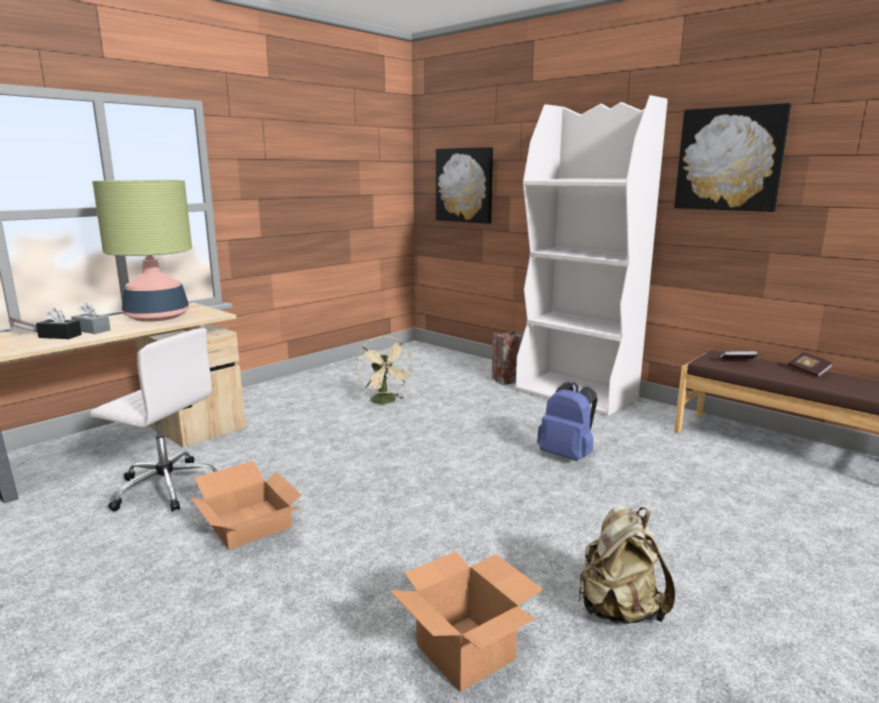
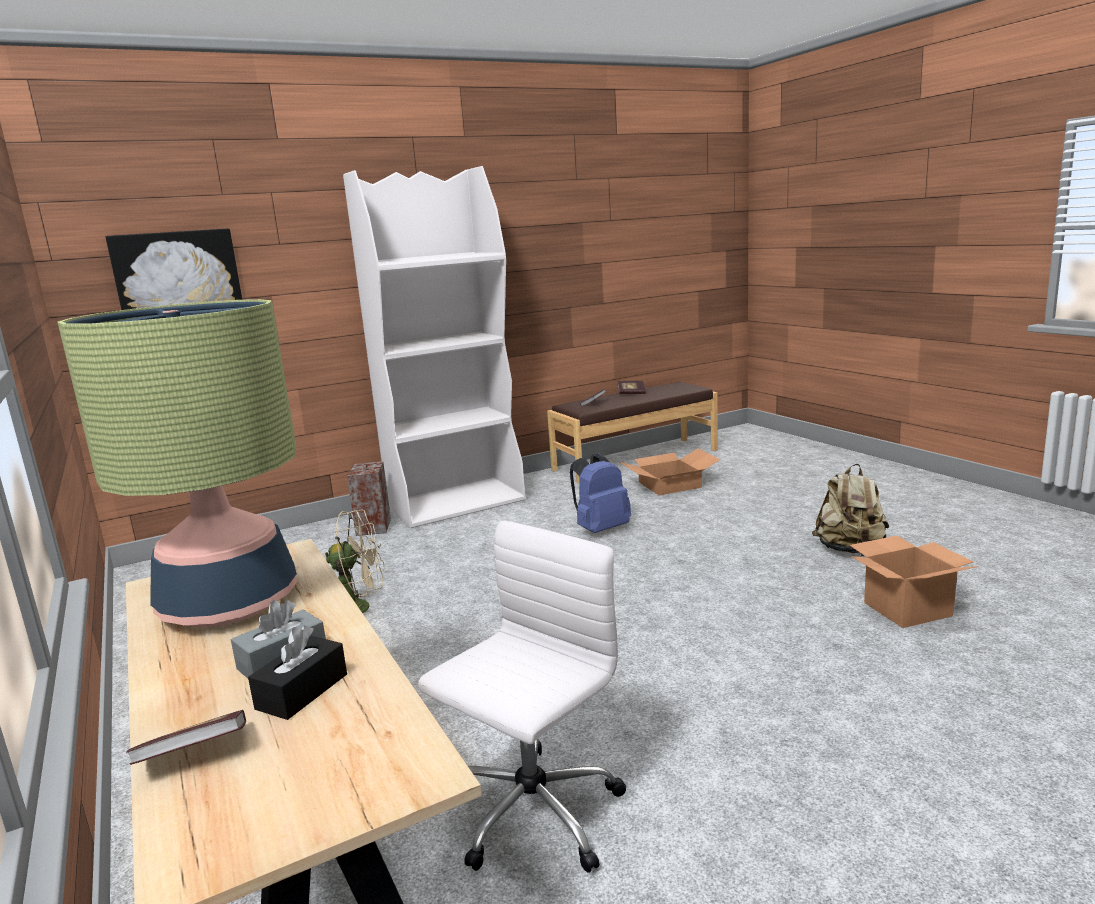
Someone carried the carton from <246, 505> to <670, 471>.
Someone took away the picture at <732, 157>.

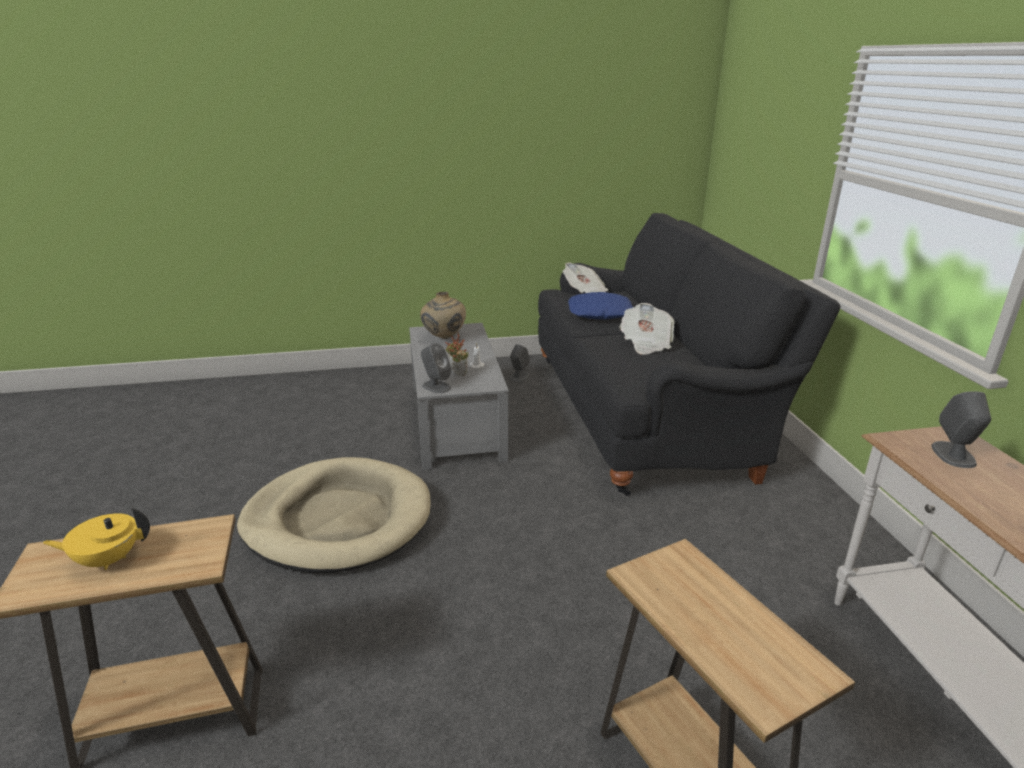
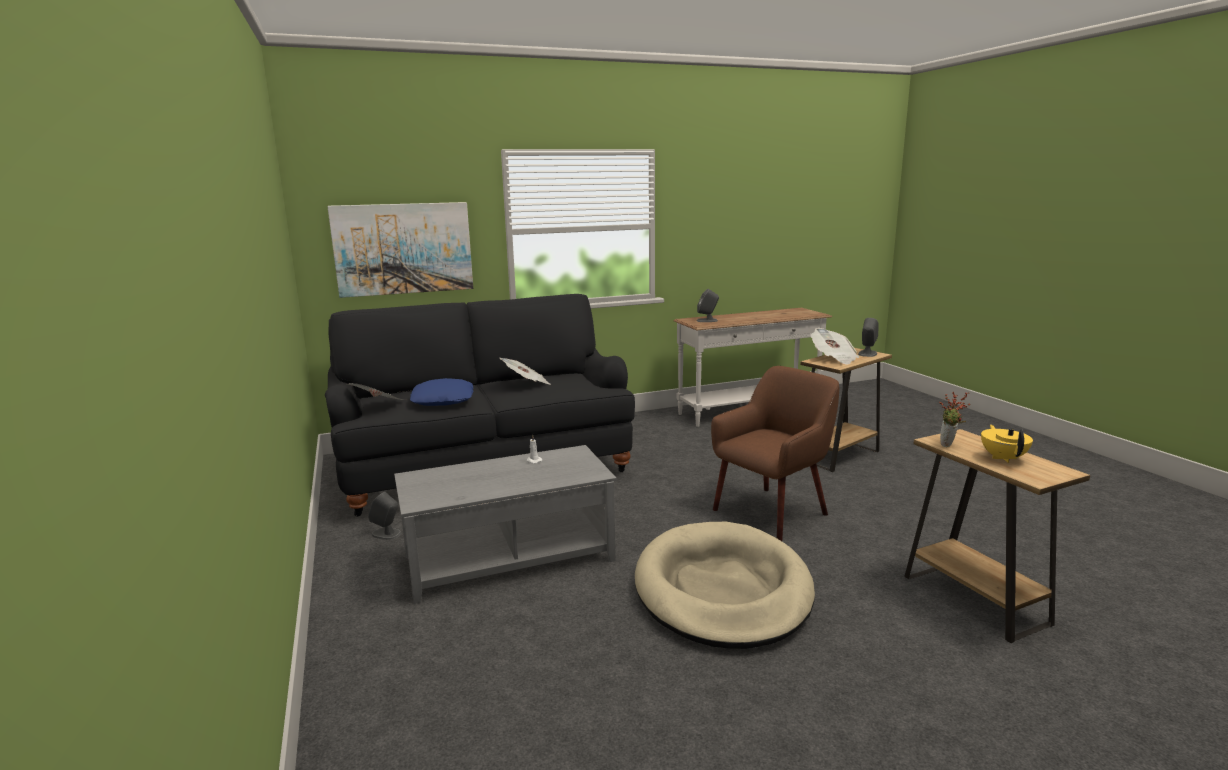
Someone rotated the pot for tea (yellow-coloured) at <96, 539> by 150 degrees counterclockwise.
Someone took away the vase (sand-coloured) at <443, 315>.
Someone carried the audio speaker (gray) from <436, 368> to <868, 337>.
Someone carried the houseplant from <457, 355> to <954, 419>.
Someone put up the picture at <400, 250>.
Someone put down the armchair (brown) at <775, 453>.
Someone put down the newspaper at <834, 346>.

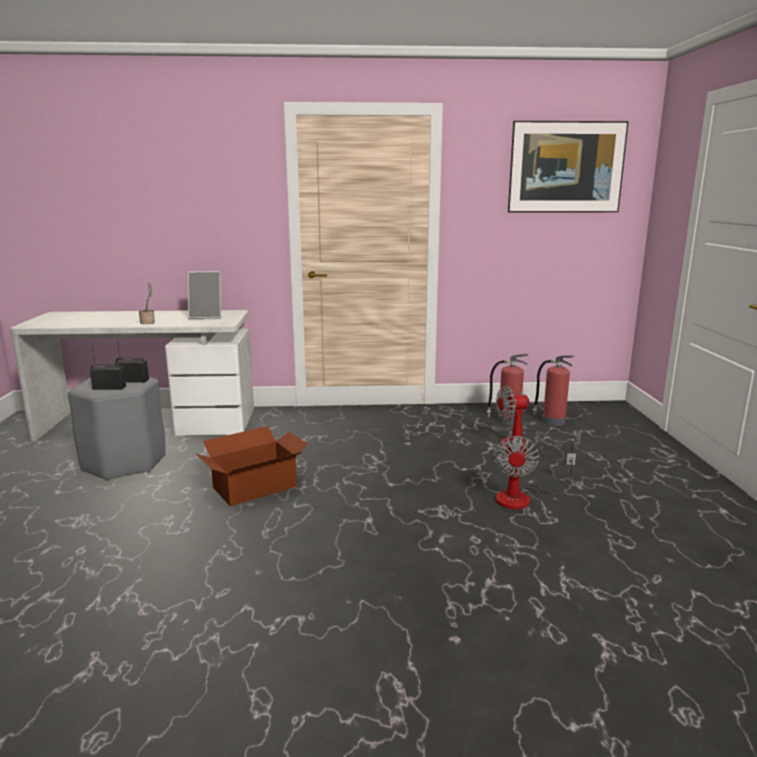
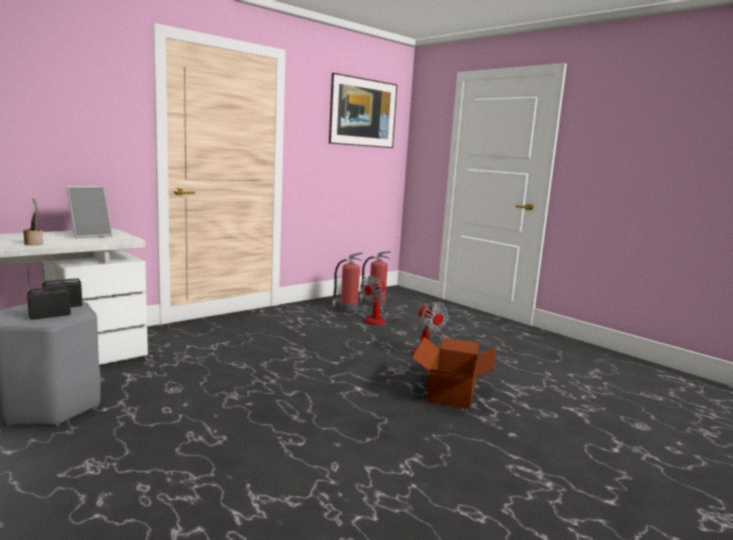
Someone carried the carton from <252, 466> to <454, 373>.

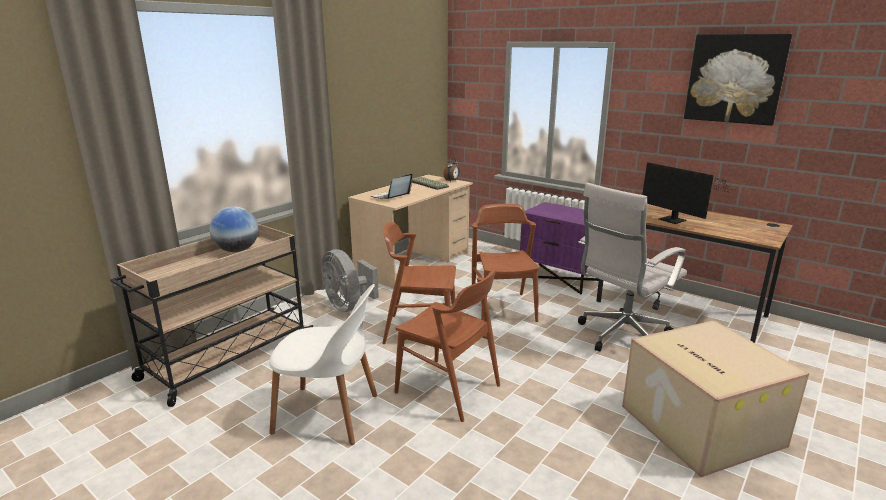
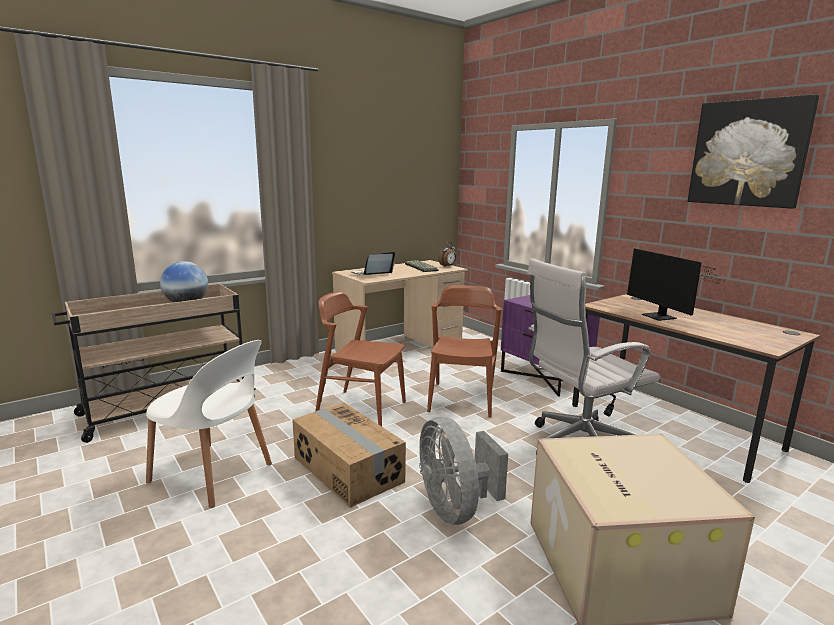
Someone carried the cooling fan (gray) from <350, 280> to <463, 471>.
Someone swapped the plain chair (brown) at <447, 346> for the carton at <349, 455>.

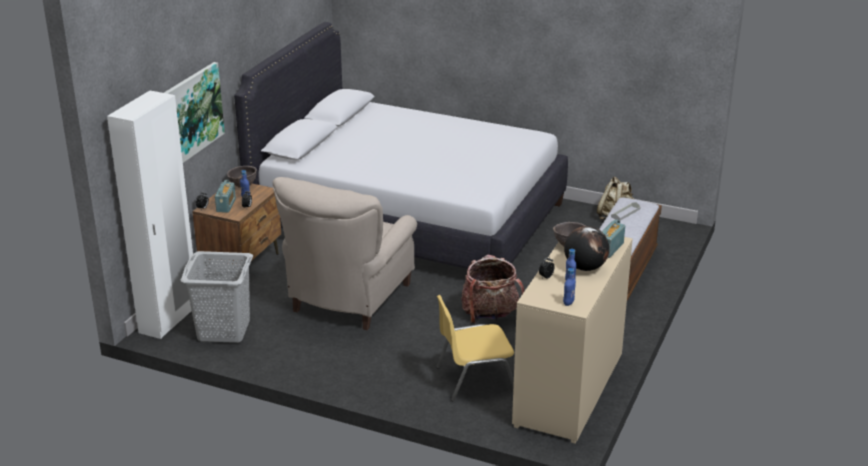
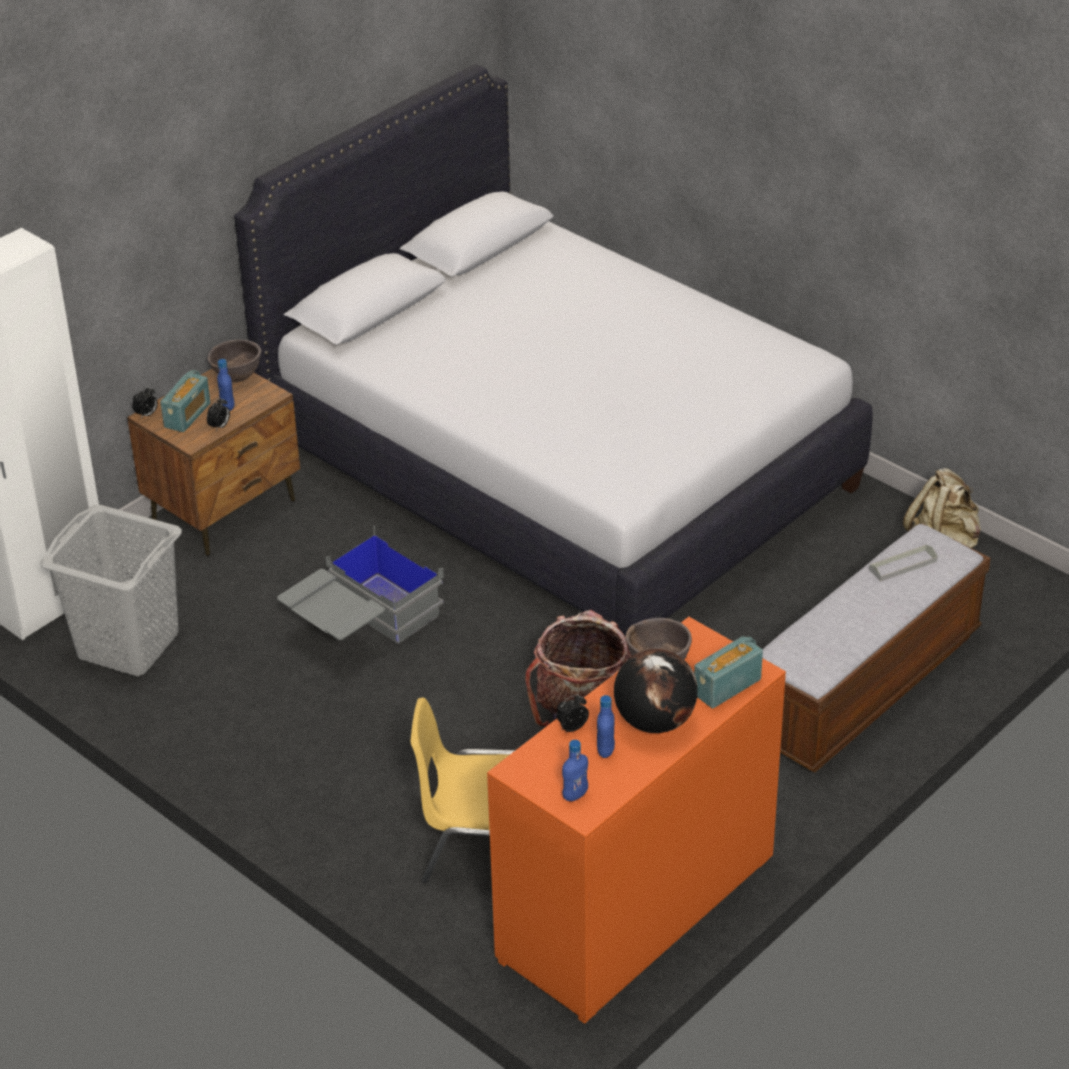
Someone took away the picture at <194, 112>.
Someone swapped the armchair (sand-coloured) at <344, 253> for the storage container (gray) at <360, 585>.
Someone repainted the dresser (sand-coloured) at <572, 340>, which became the dresser (orange-coloured) at <636, 820>.

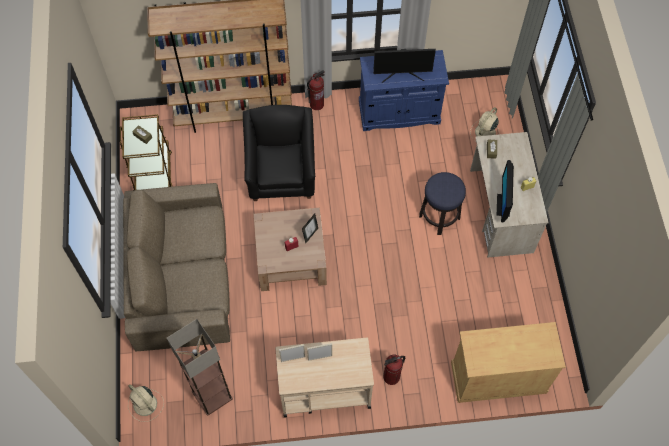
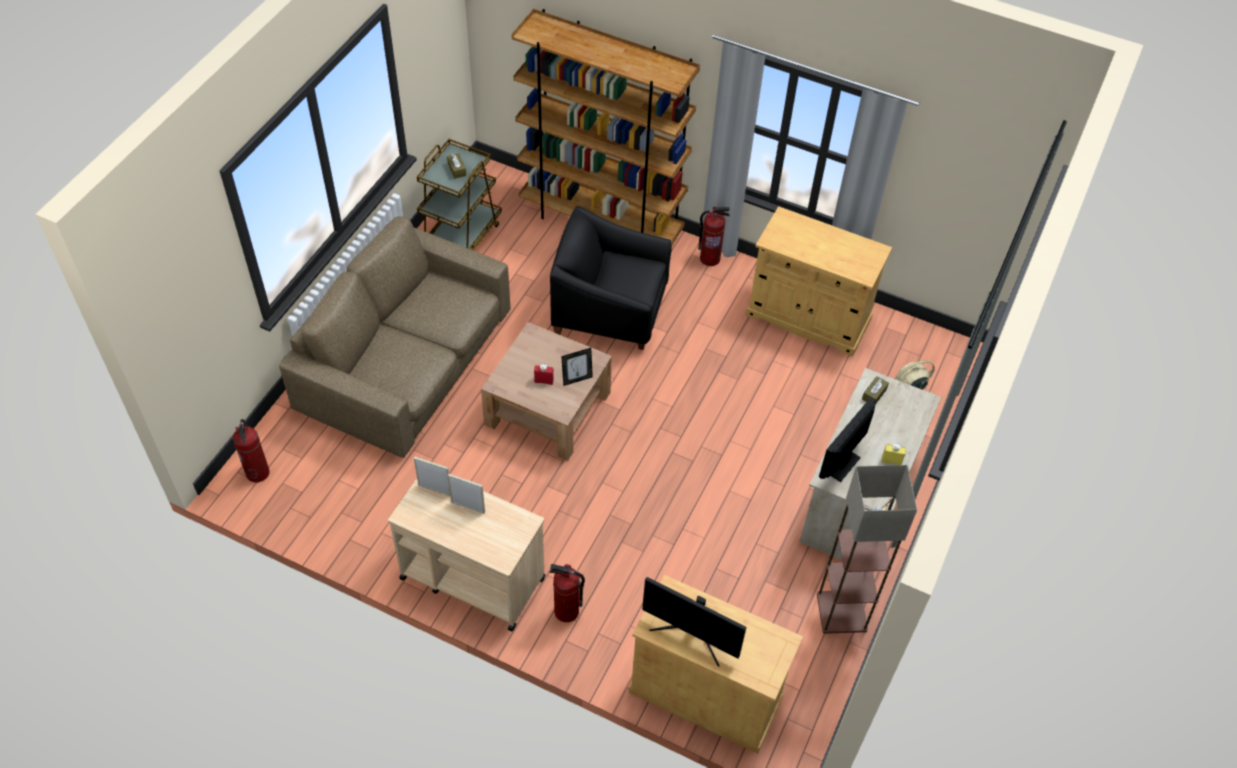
Someone swapped the cooling fan (sand-coloured) at <146, 403> for the extinguisher at <251, 451>.
Someone carried the floor lamp from <200, 367> to <867, 549>.
Someone rotated the armchair (blackish) at <279, 153> by 105 degrees counterclockwise.
Someone repainted the storage cabinet (bluish) at <404, 90>, which became the storage cabinet (sand-coloured) at <819, 281>.
Someone carried the monitor from <404, 66> to <694, 621>.
Someone took away the stool at <442, 203>.

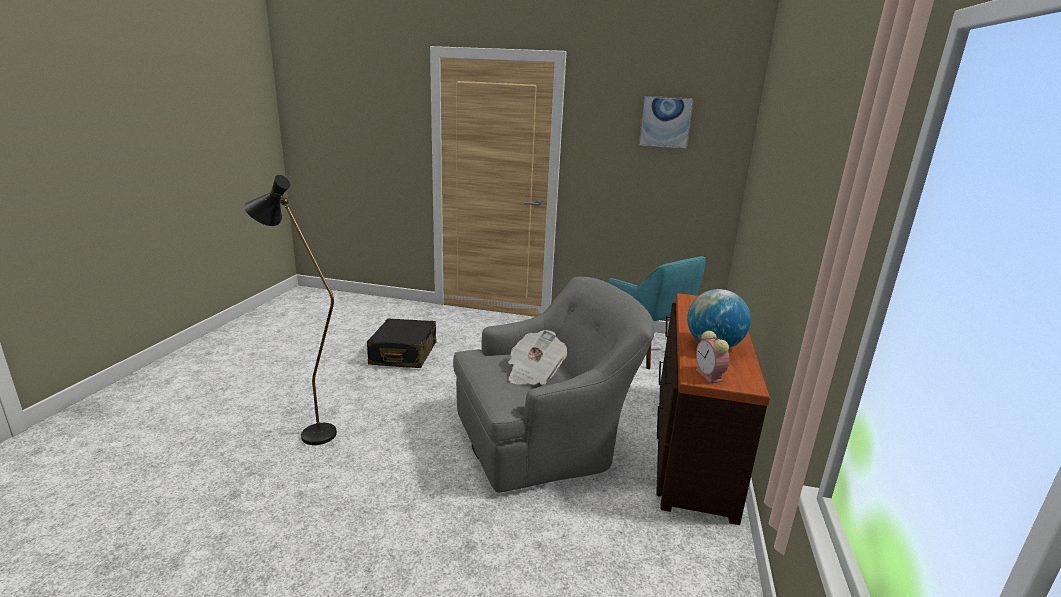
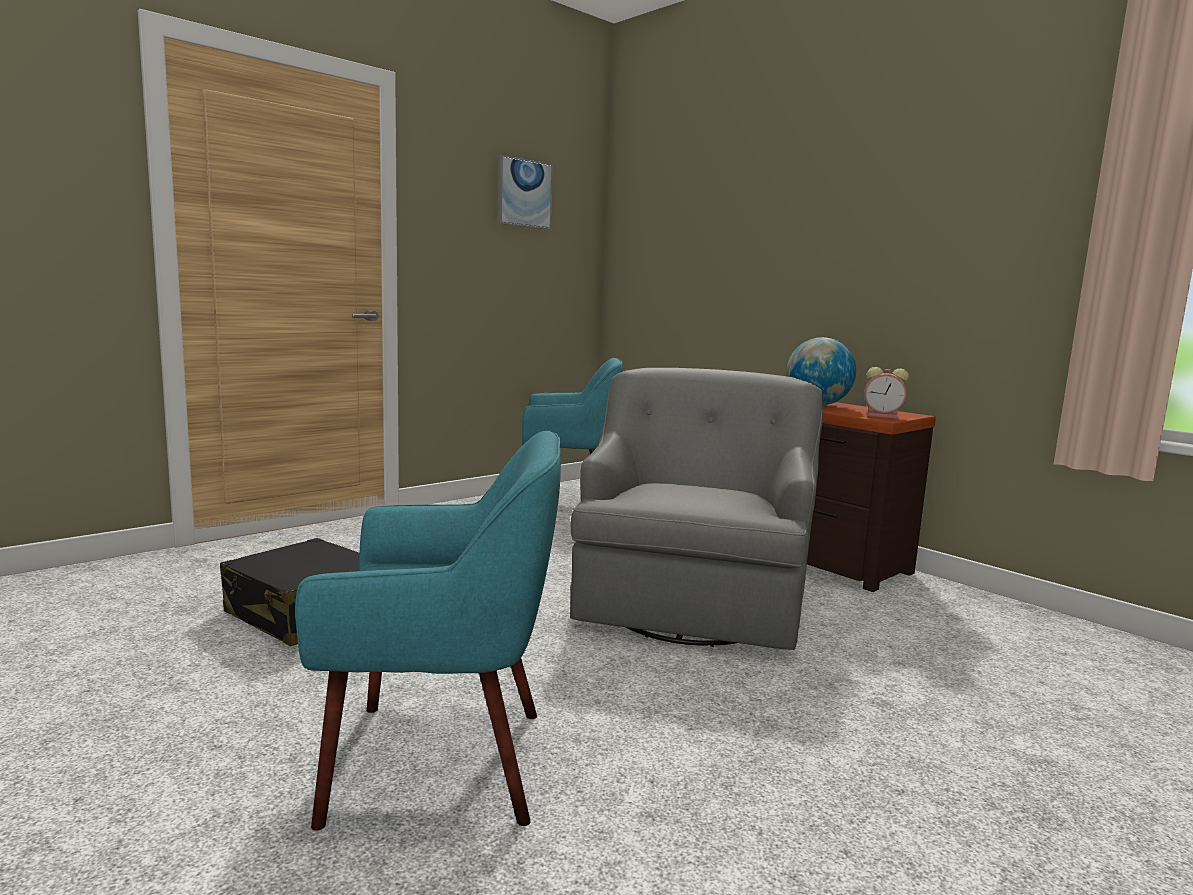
Someone swapped the floor lamp (blackish) at <290, 310> for the armchair (turquoise-coloured) at <428, 631>.
Someone took away the newspaper at <537, 357>.

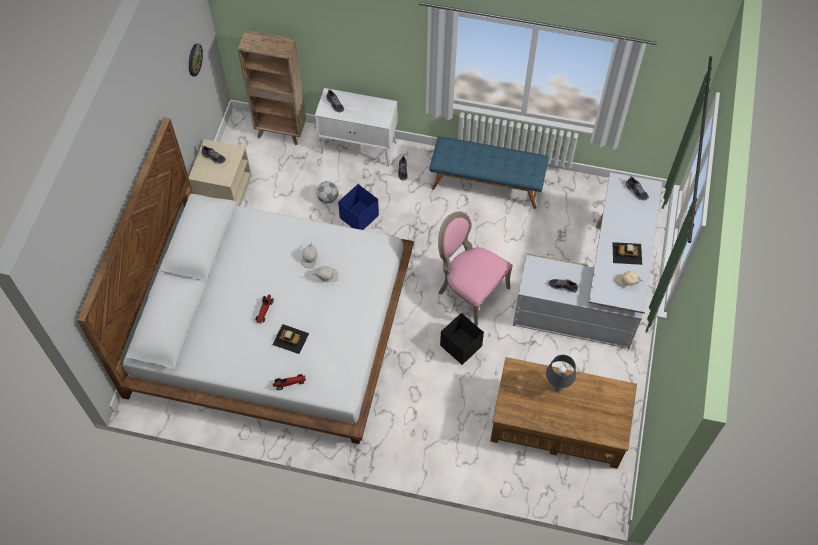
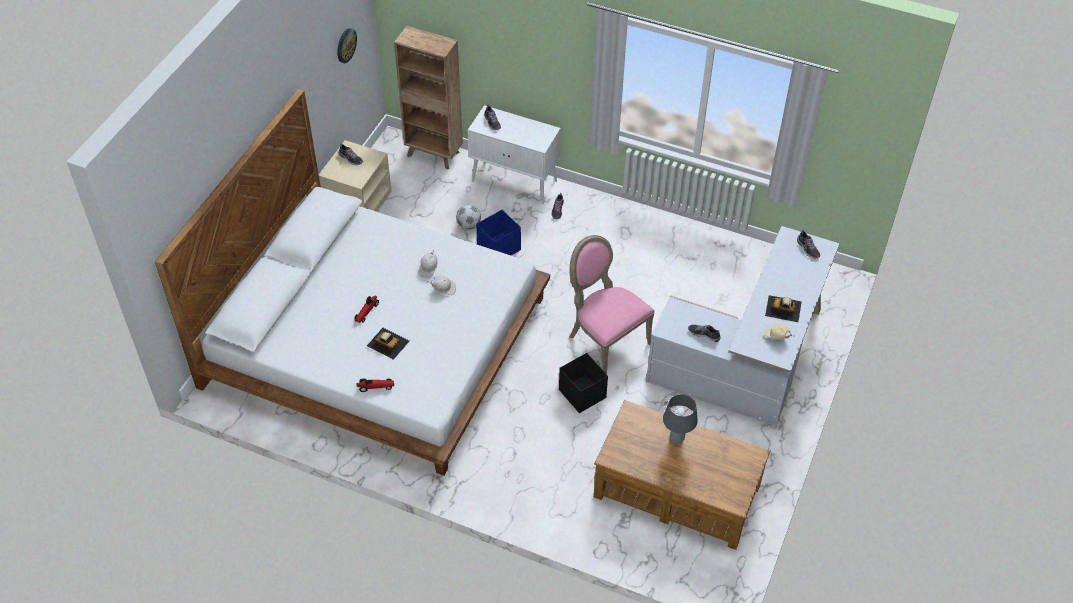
Someone took away the indoor bench (bluish) at <489, 172>.

